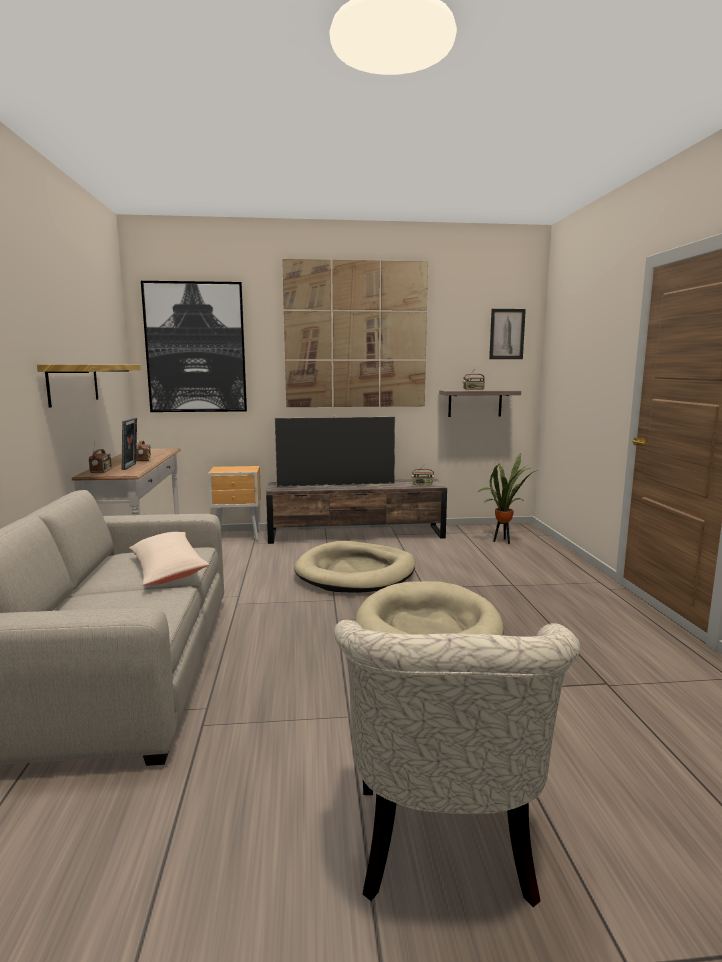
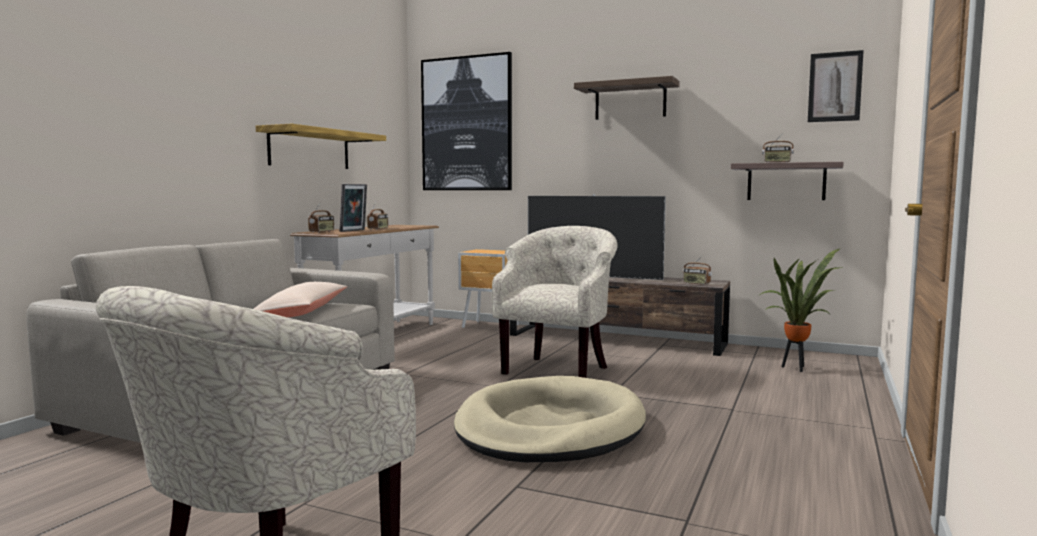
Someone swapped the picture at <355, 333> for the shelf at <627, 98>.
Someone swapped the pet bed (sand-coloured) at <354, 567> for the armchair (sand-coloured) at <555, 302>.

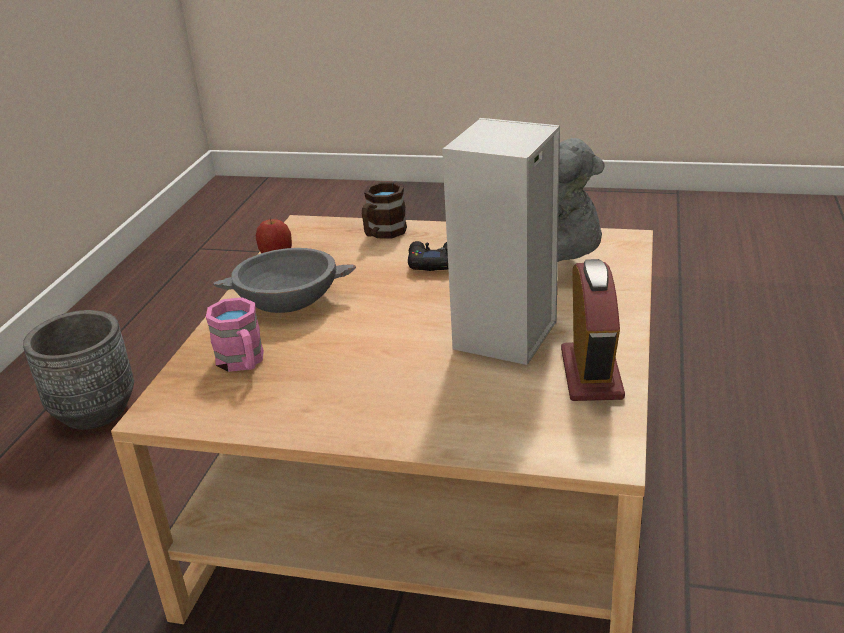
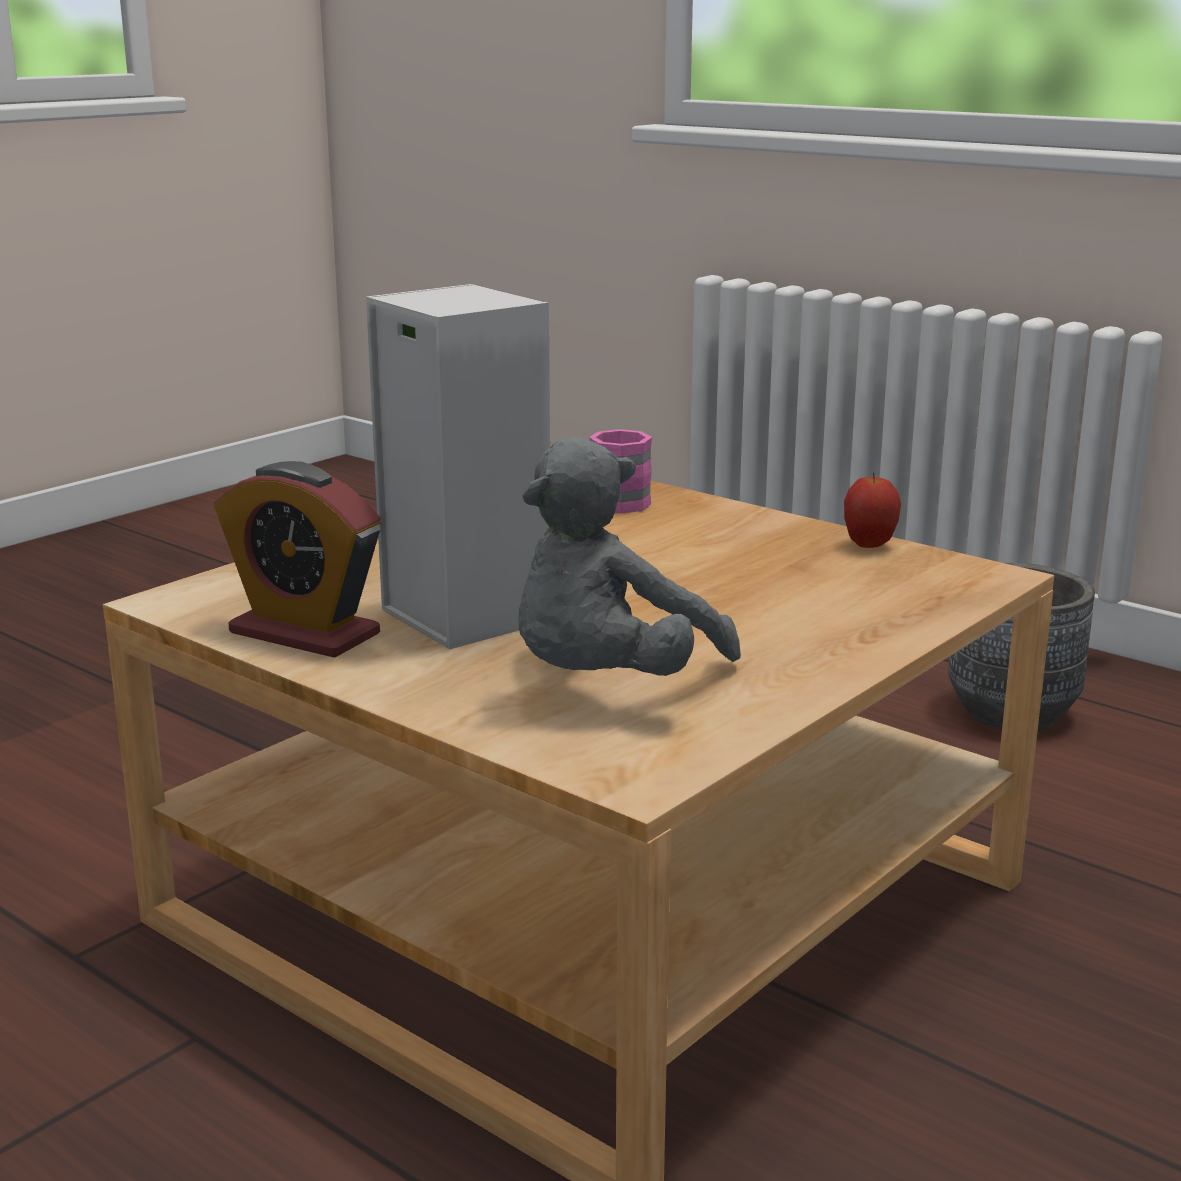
Someone took away the serving bowl (gray) at <284, 280>.
Someone took away the tea mug (brown) at <384, 210>.
Someone took away the gamepad (blackish) at <428, 256>.

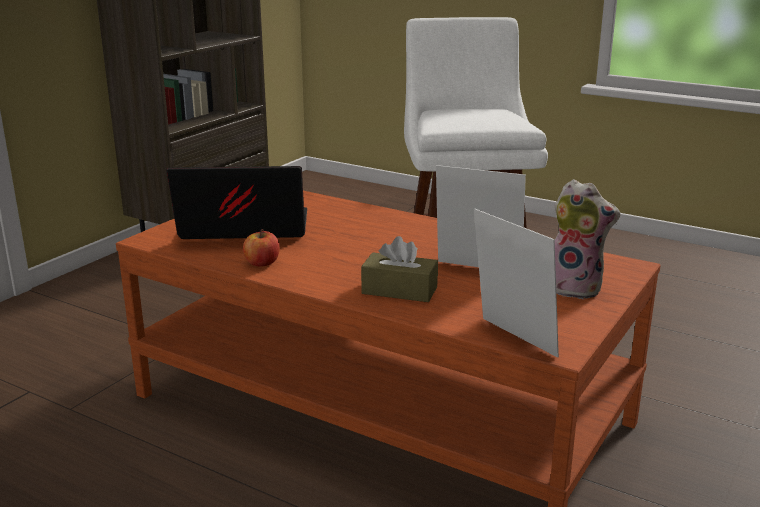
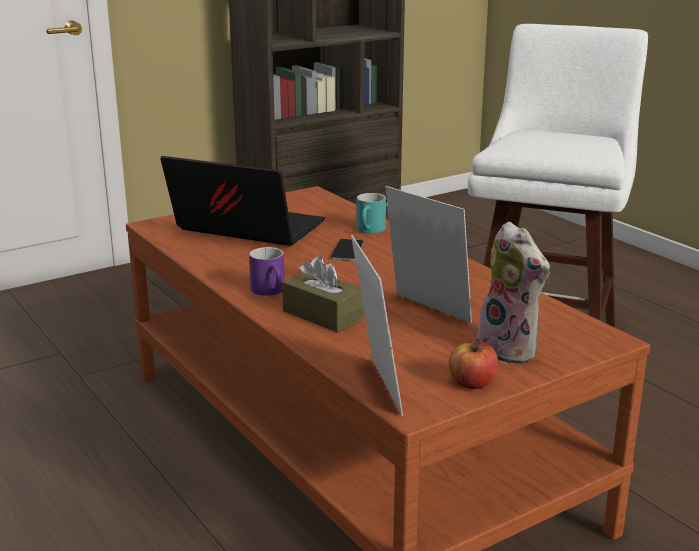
Someone carried the apple from <261, 248> to <473, 364>.
Someone put down the tea mug (purple-coloured) at <267, 271>.
Someone put down the telephone at <347, 250>.
Someone put down the tea mug (turquoise-coloured) at <371, 213>.

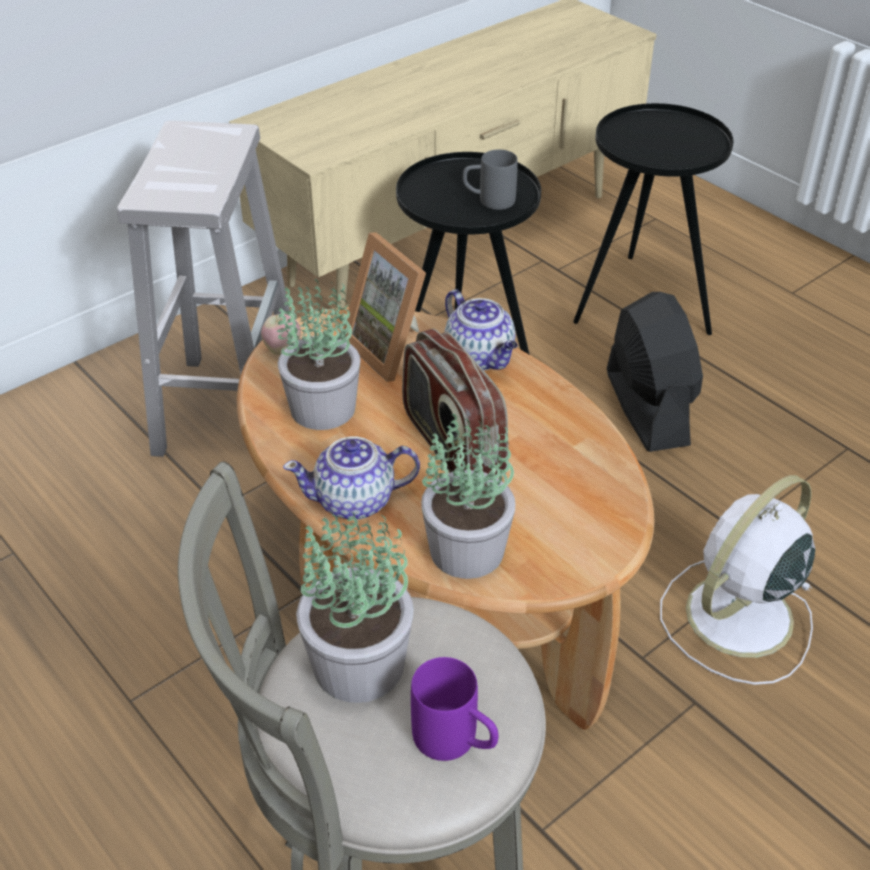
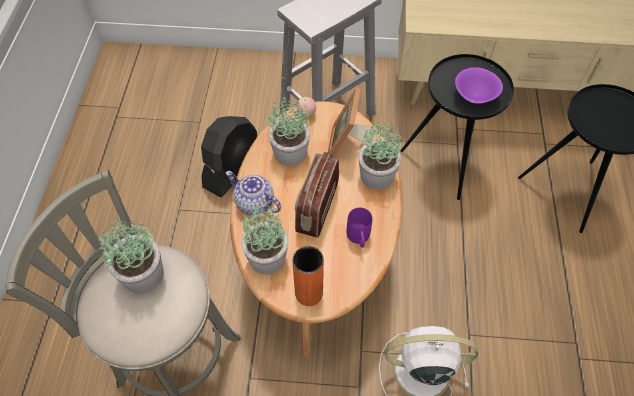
Someone carried the tea mug (purple-coloured) from <454, 709> to <359, 227>.
Someone swapped the pot for tea at <481, 330> for the houseplant at <379, 155>.
Someone swapped the tea mug (gray) at <490, 179> for the serving bowl (purple-coloured) at <479, 85>.
Someone carried the cooling fan (blackish) from <655, 372> to <229, 157>.
Someone put down the vase (orange-coloured) at <308, 276>.

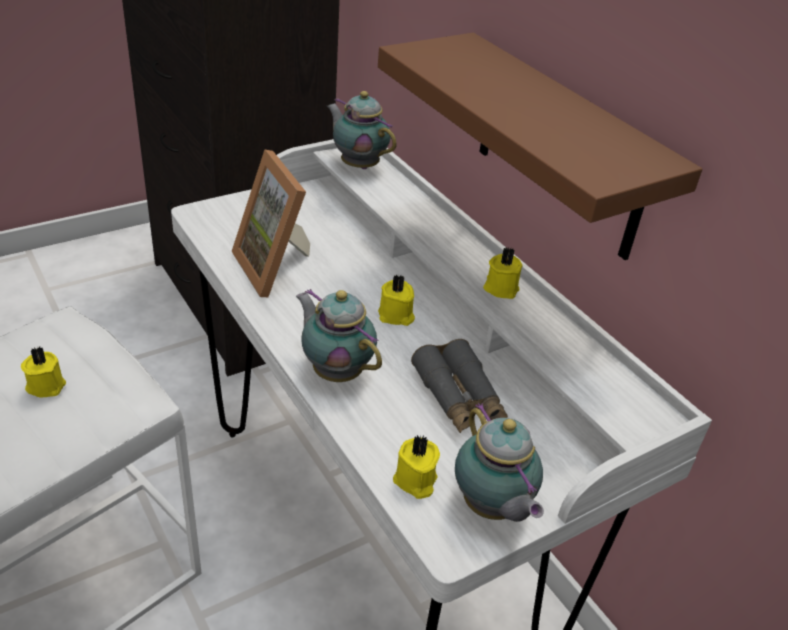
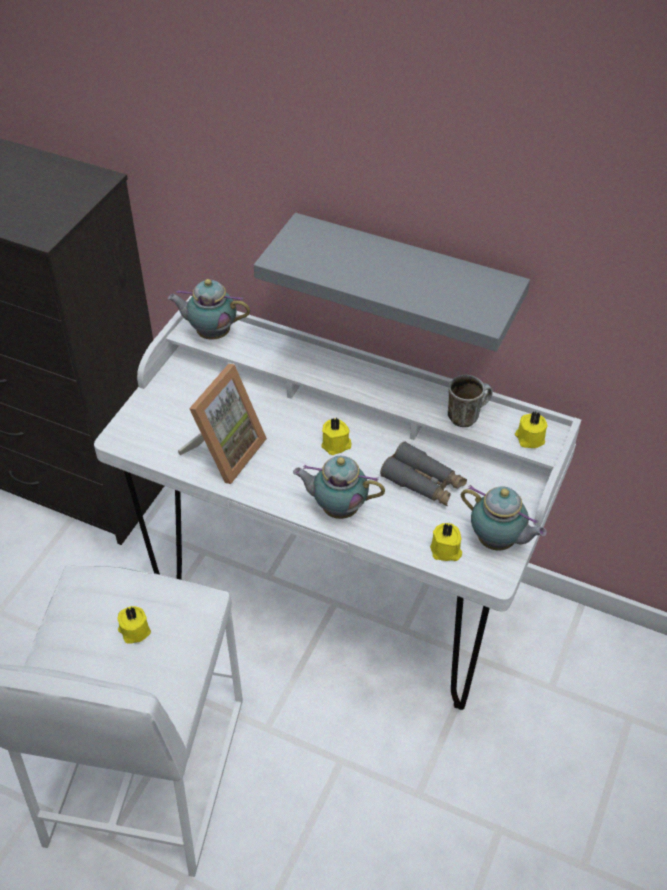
Someone rotated the standing frame at <270, 223> by 90 degrees counterclockwise.
Someone repainted the shelf (brown) at <540, 146>, which became the shelf (gray) at <392, 282>.
Someone carried the wax light (yellow-coloured) from <503, 273> to <531, 429>.
Someone put down the tea mug at <470, 401>.

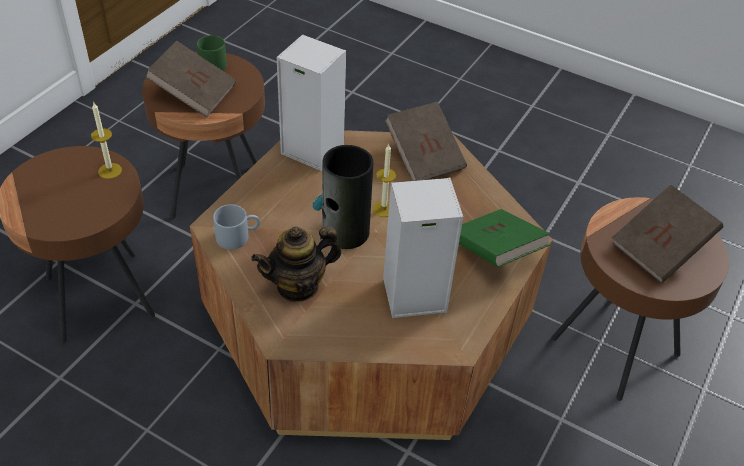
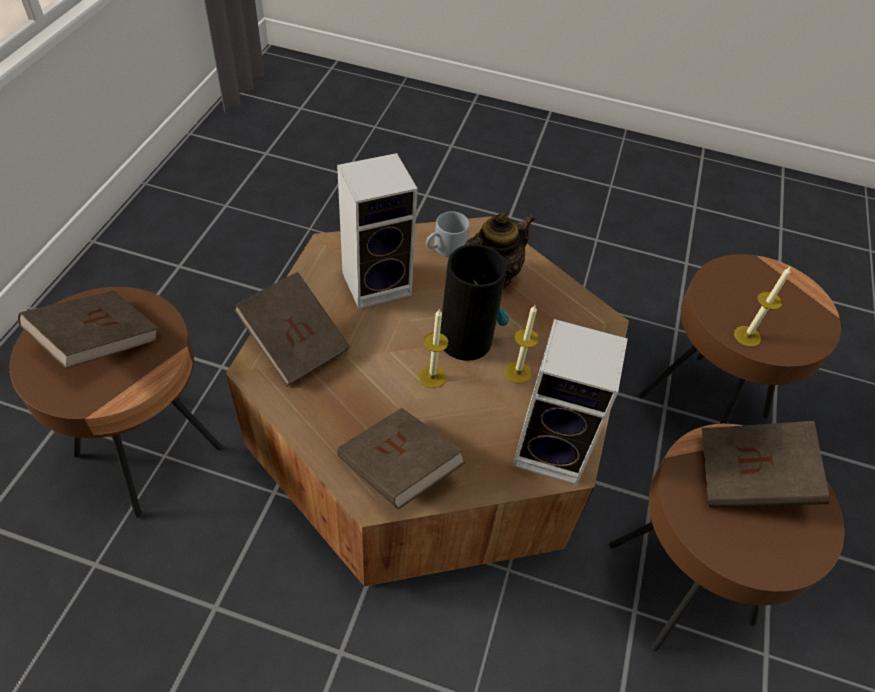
Someone took away the tea mug (green) at <212, 53>.
Someone carried the tea mug (gray) from <236, 227> to <447, 234>.
Someone repainted the volume (green) at <505, 238>, which became the volume (brown) at <292, 329>.
Someone put down the wax light at <521, 344>.

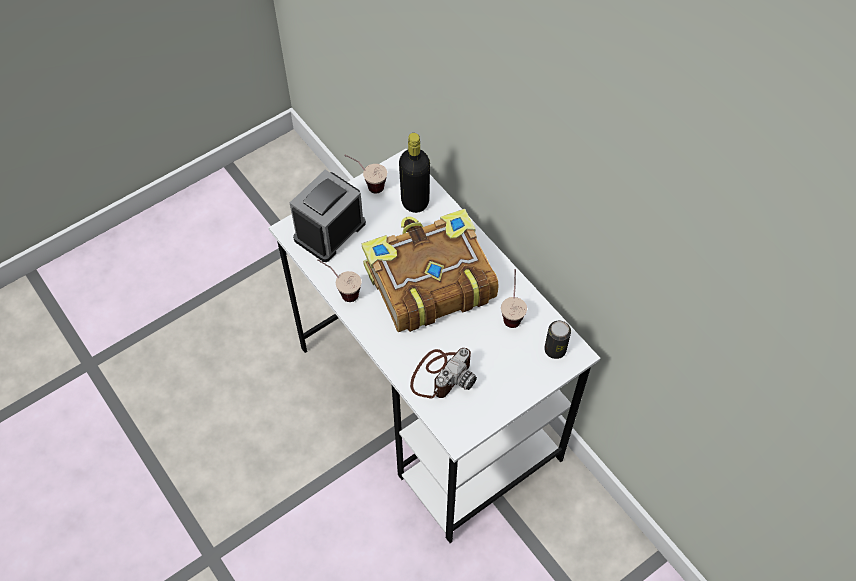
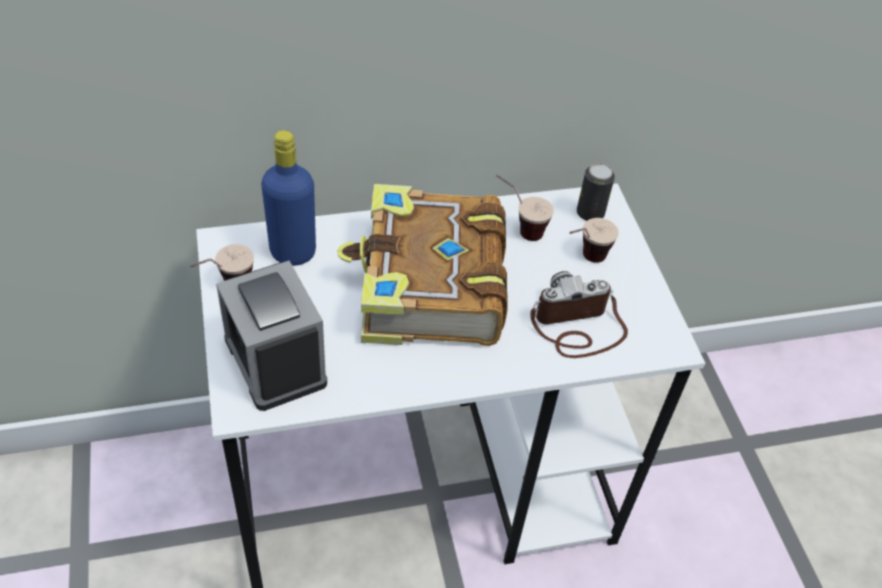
Someone carried the drinking cup from <339, 280> to <594, 240>.
Someone repainted the bottle (blackish) at <414, 173>, which became the bottle (bluish) at <288, 198>.
Someone rotated the still camera at <443, 373> by 75 degrees counterclockwise.

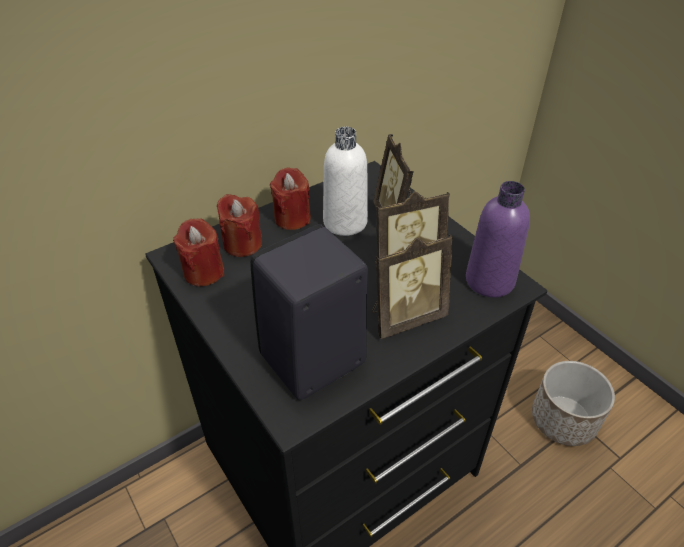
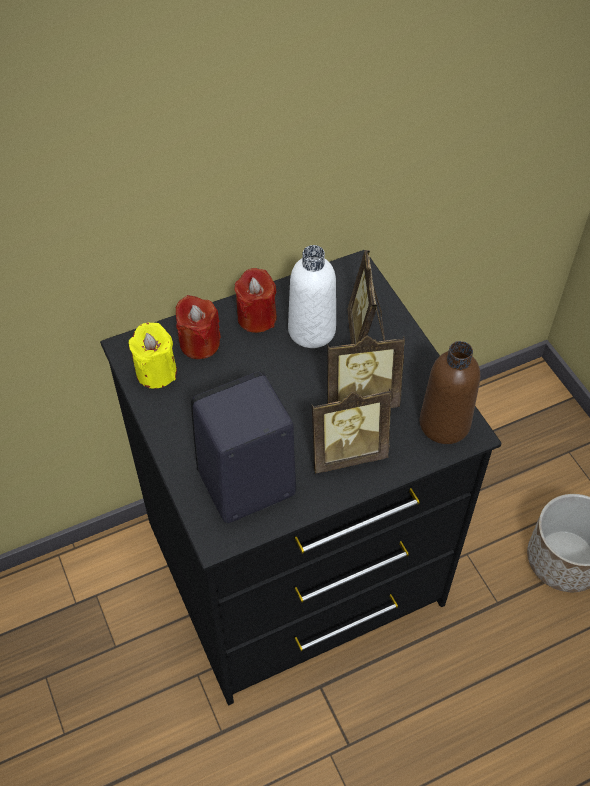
Someone repainted the wax light (red) at <198, 252>, which became the wax light (yellow-coloured) at <152, 355>.
Someone repainted the bottle (purple-coloured) at <498, 239>, which became the bottle (brown) at <449, 392>.

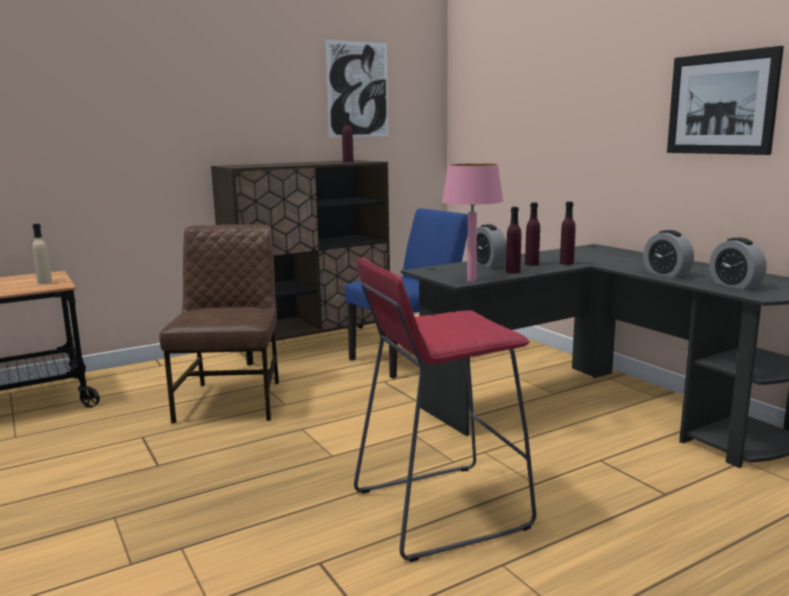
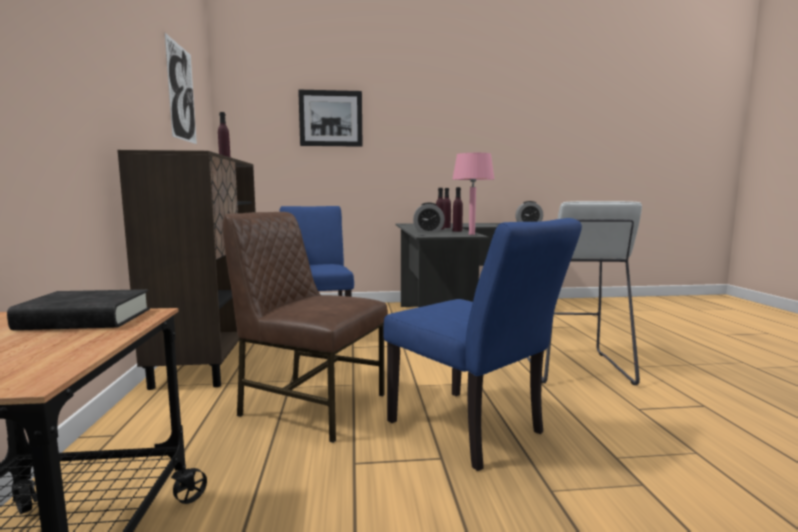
Someone swapped the bottle (sand-coloured) at <42, 254> for the volume (blackish) at <78, 309>.
Someone repainted the stool (red) at <445, 410>, which became the stool (white-coloured) at <584, 293>.
Someone took away the table clock at <668, 254>.
Someone carried the picture from <725, 100> to <330, 118>.
Someone put down the plain chair (bluish) at <483, 344>.

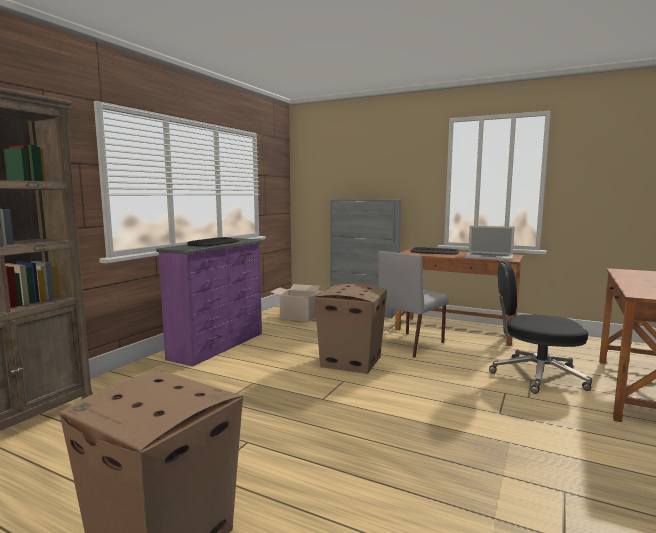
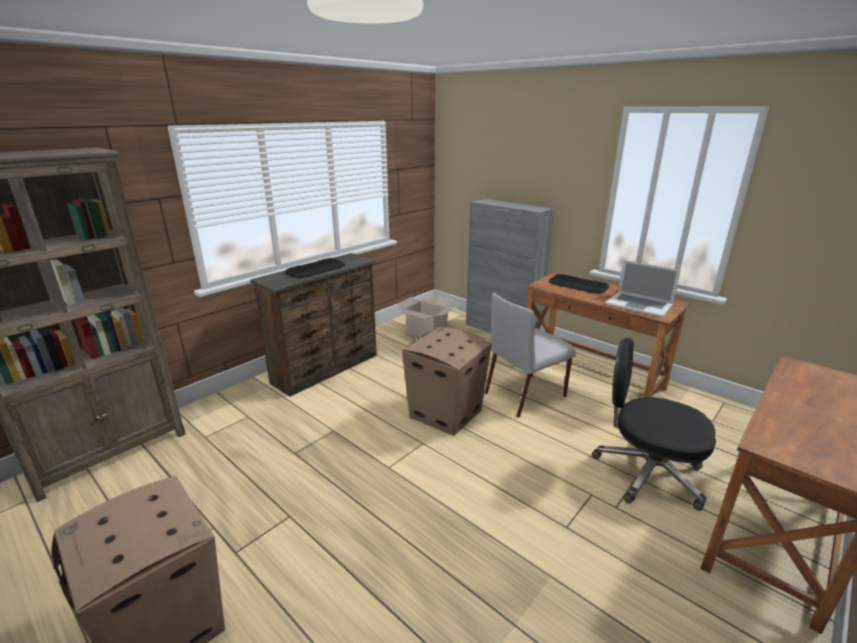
Someone repainted the dresser (purple-coloured) at <209, 302>, which became the dresser (brown) at <313, 325>.

